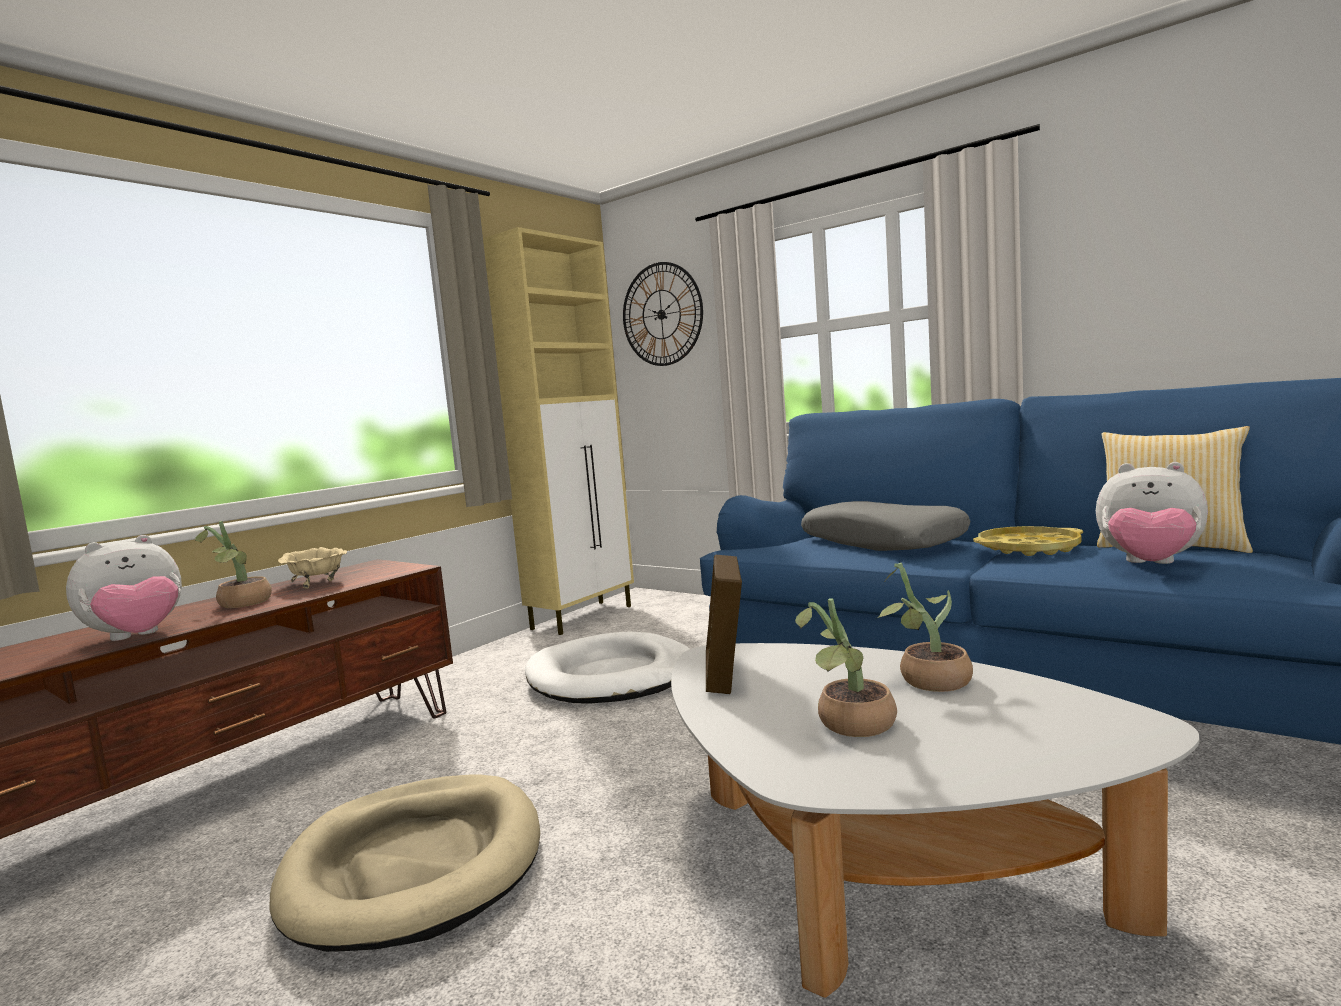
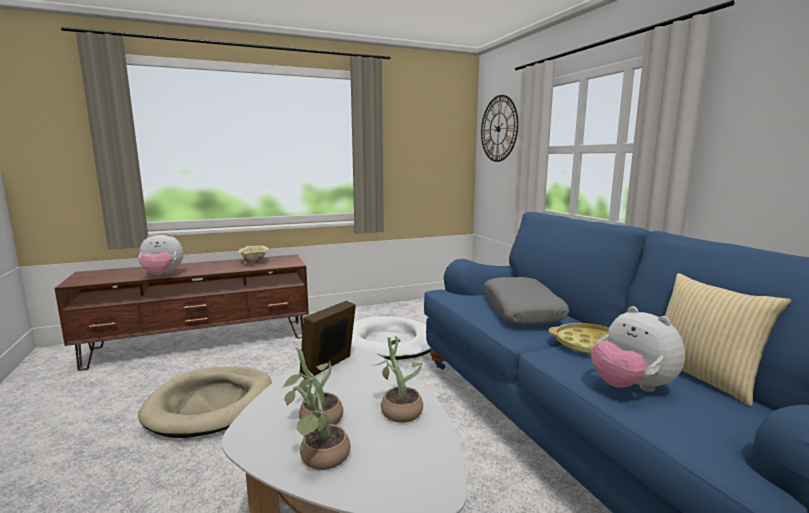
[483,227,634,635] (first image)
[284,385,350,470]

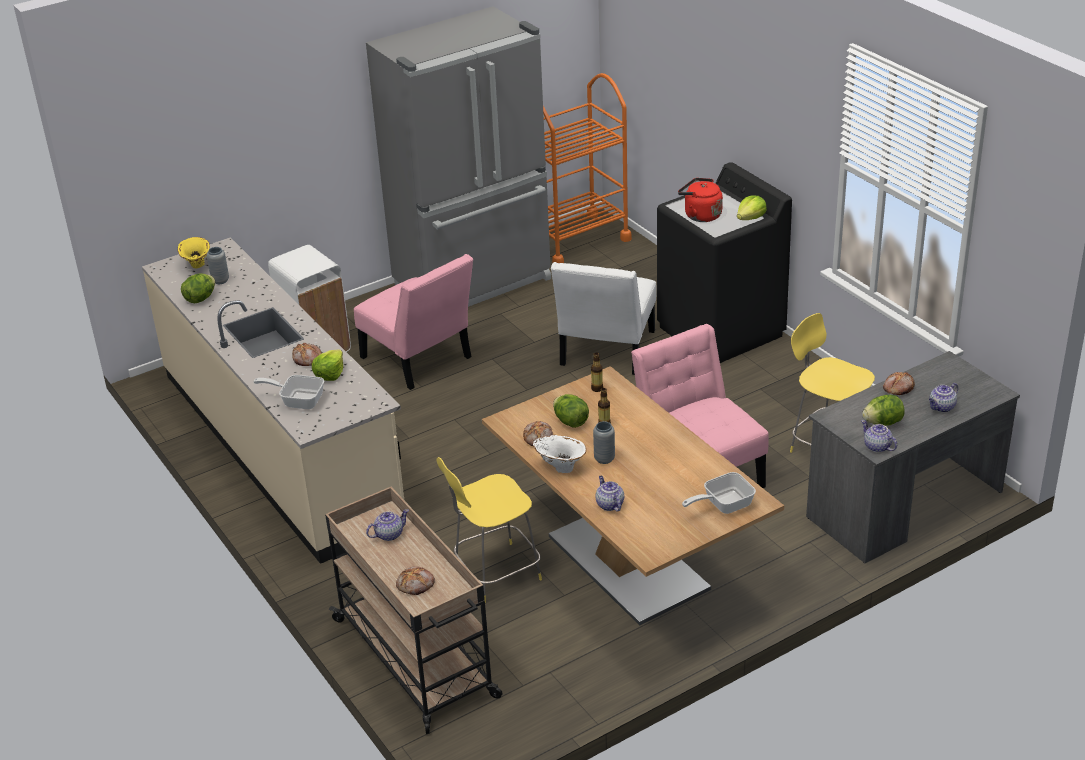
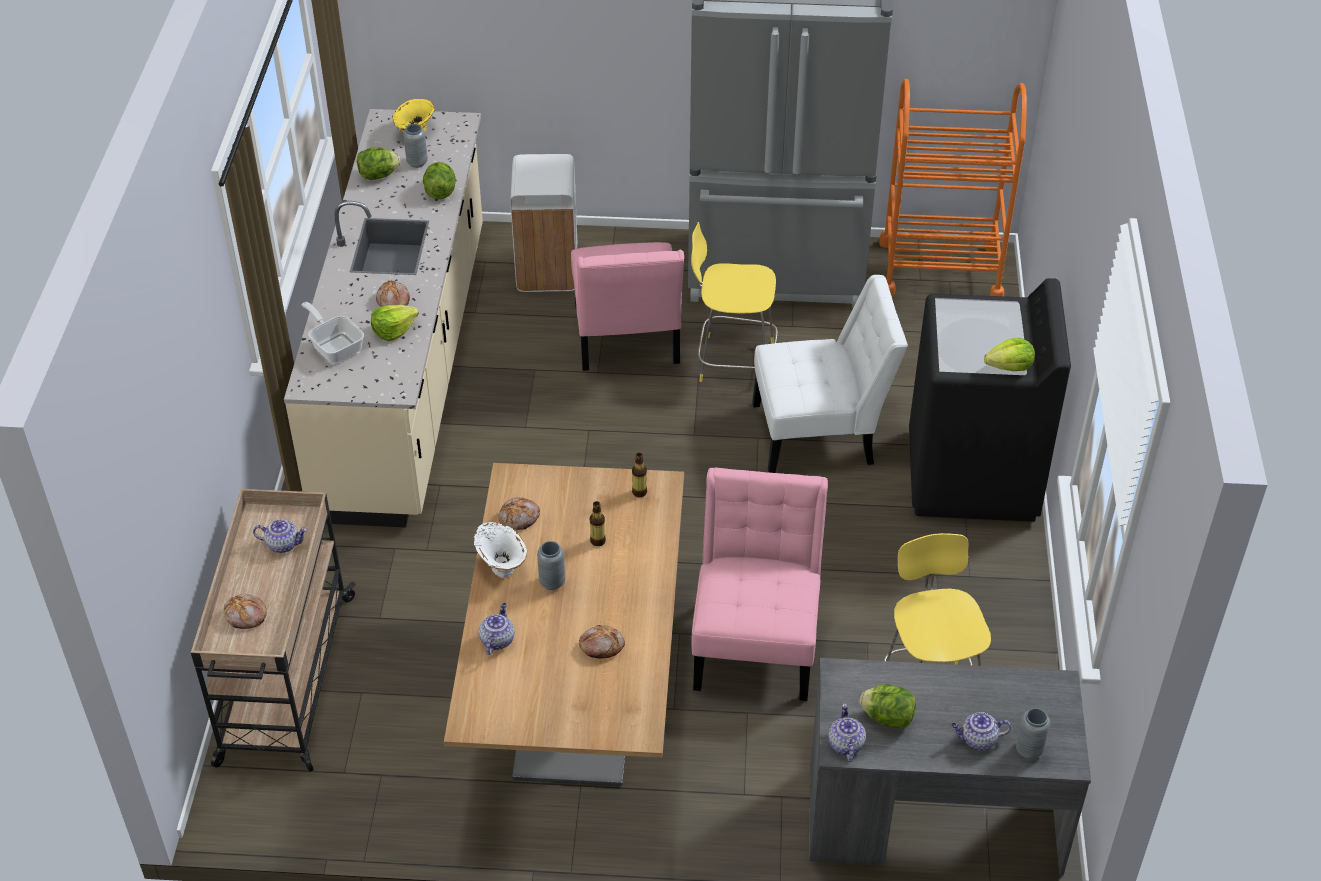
[678,178,723,222] (first image)
[682,472,756,514] (first image)
[1016,708,1050,759]
[691,222,778,382]
[423,162,455,199]
[579,625,625,659]
[752,275,908,473]

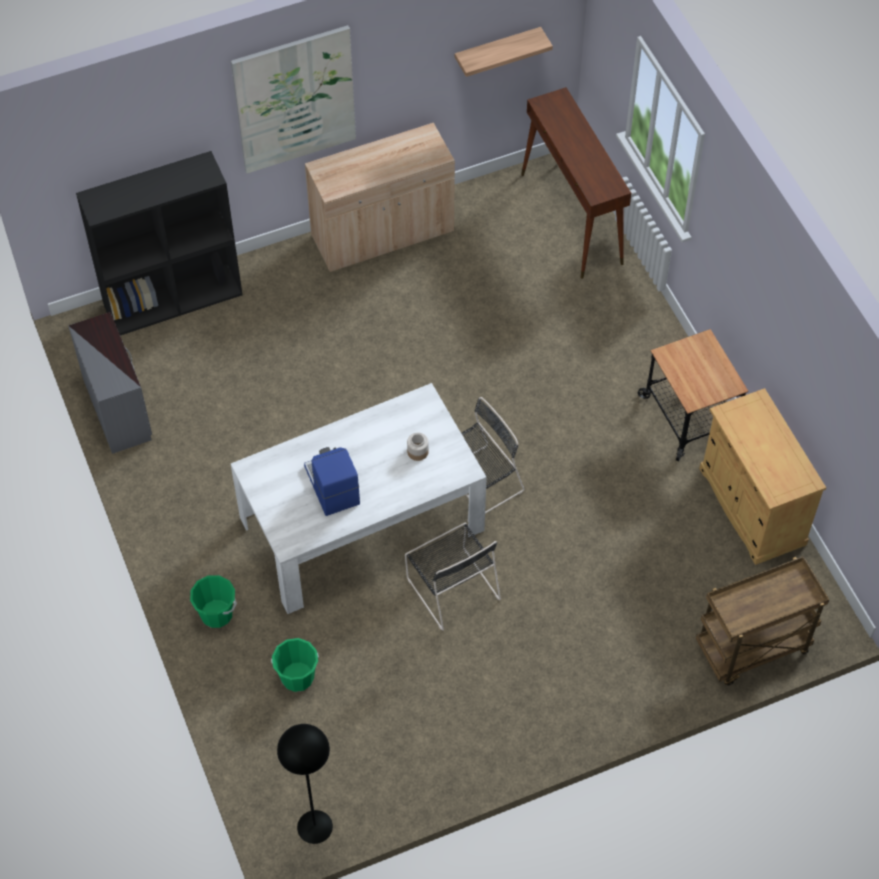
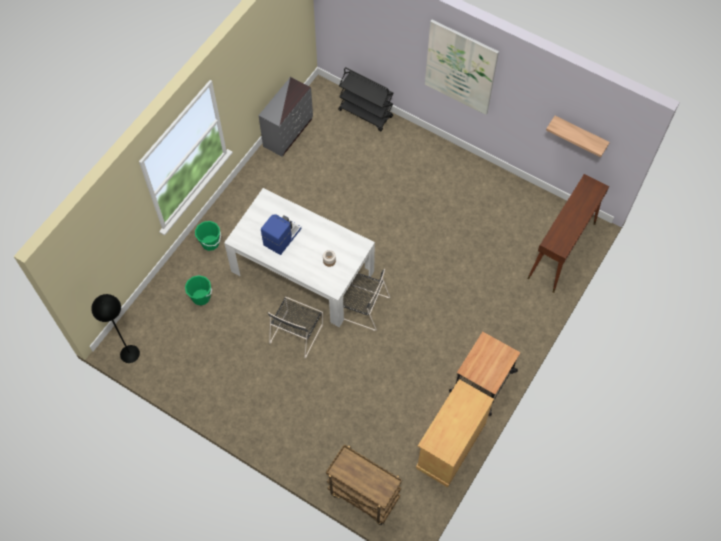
[305,123,455,272] (first image)
[338,67,393,132]

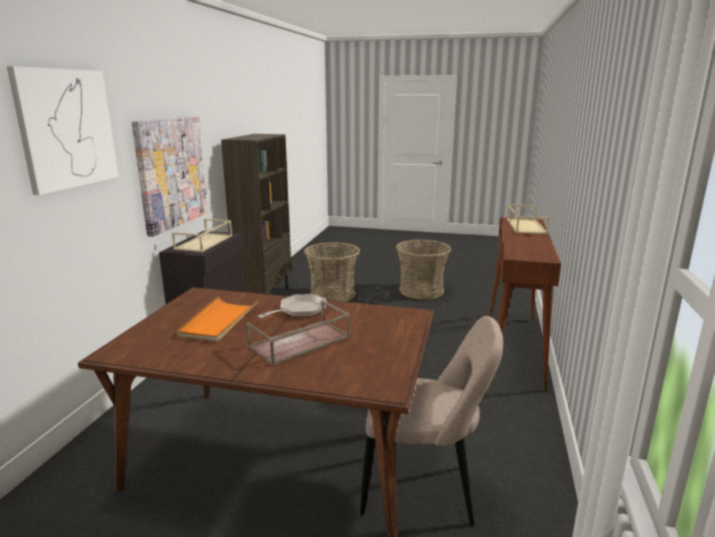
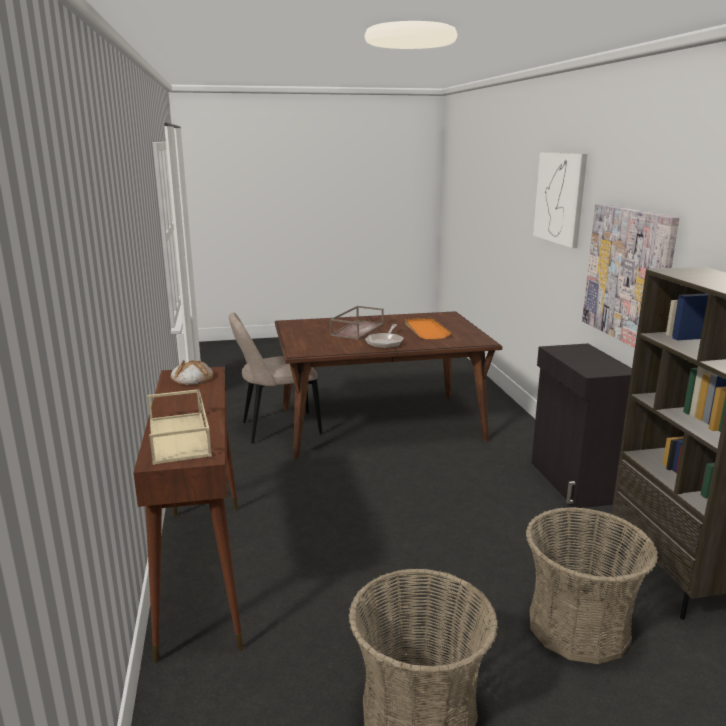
[172,219,232,252] (first image)
[170,360,214,385]

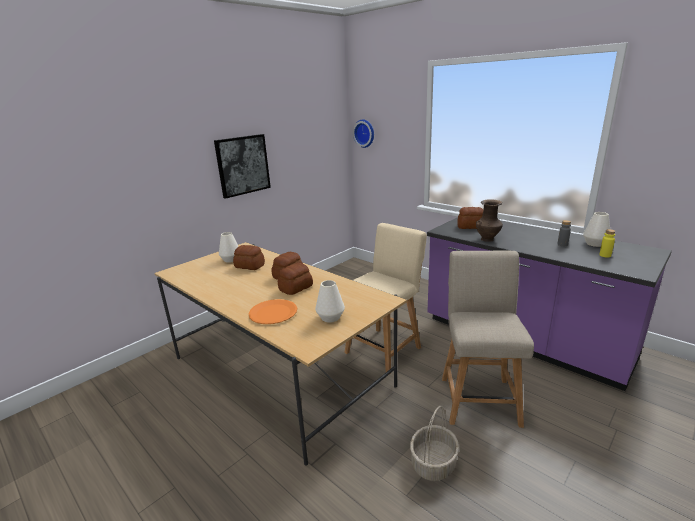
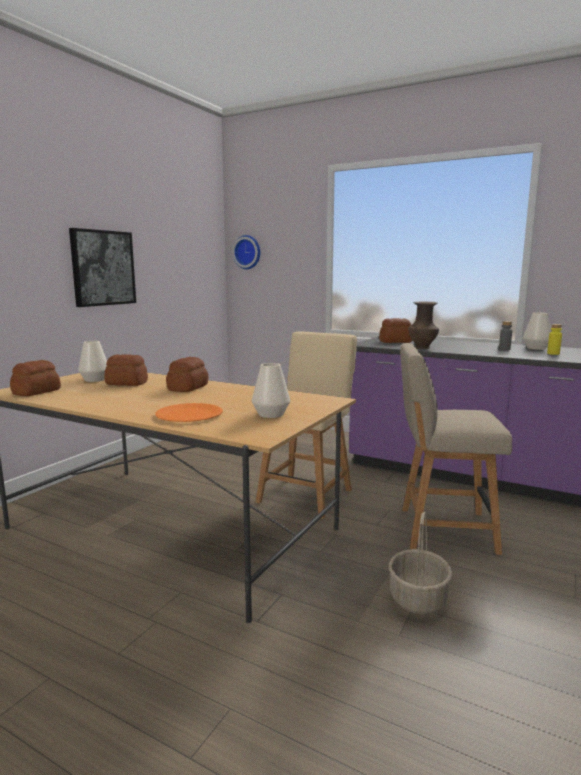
[10,360,61,396]
[400,343,512,555]

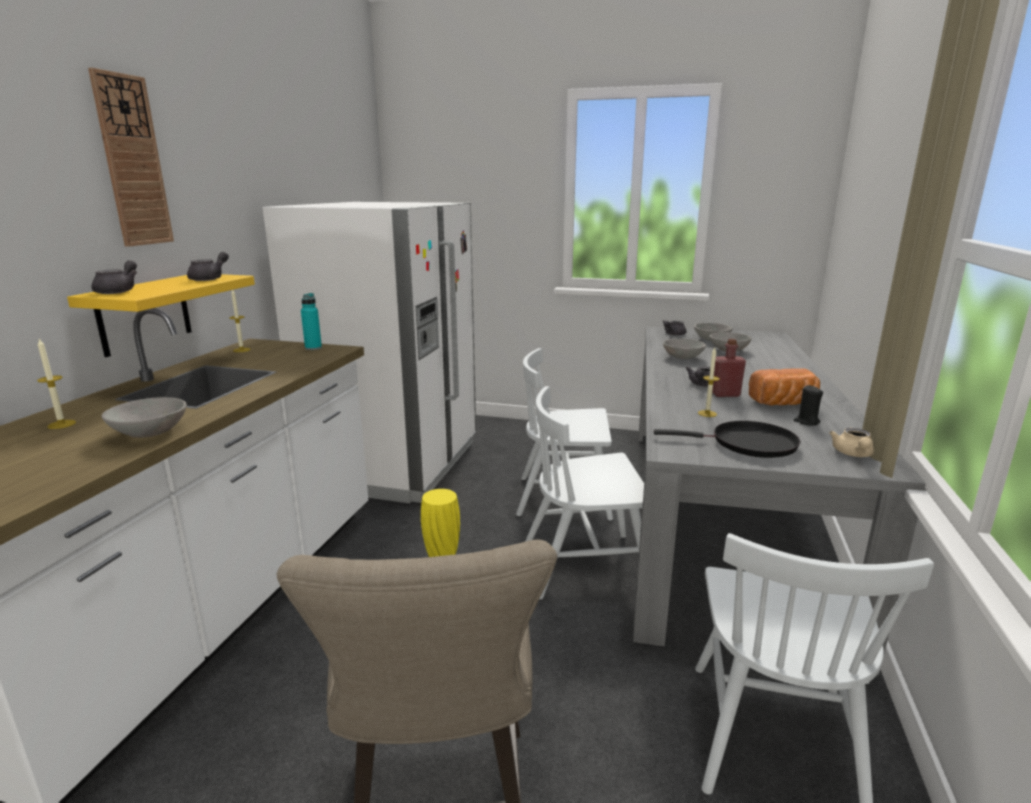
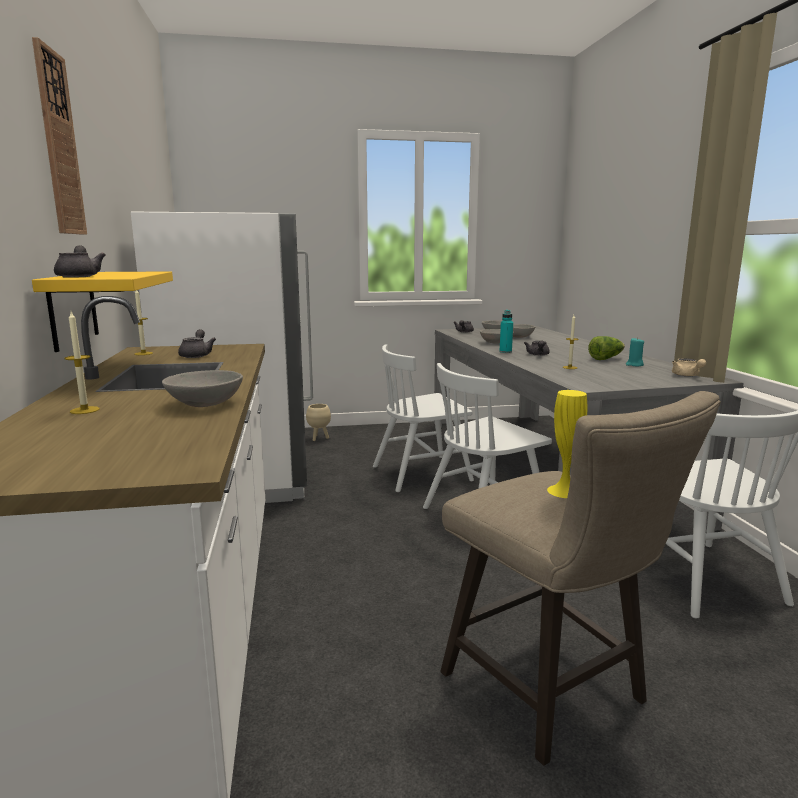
[654,421,800,458] (first image)
[712,339,746,397] (first image)
[306,404,331,441]
[178,329,216,358]
[499,310,513,353]
[588,336,625,360]
[626,337,644,366]

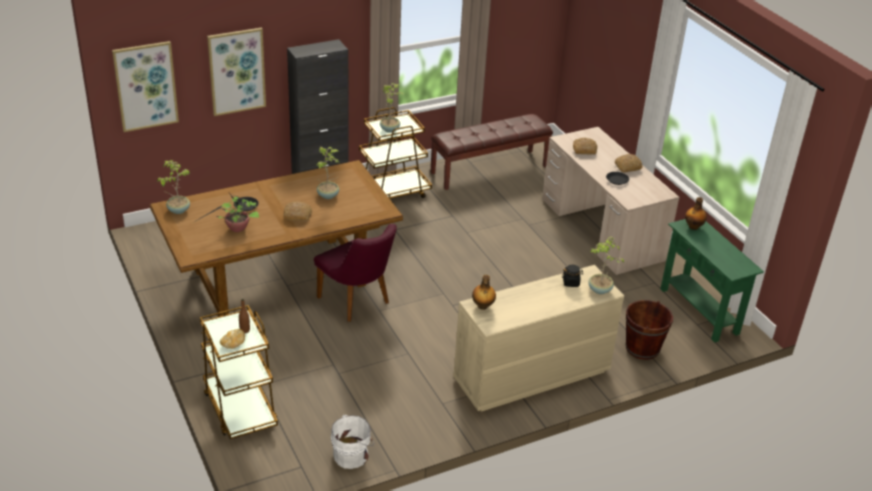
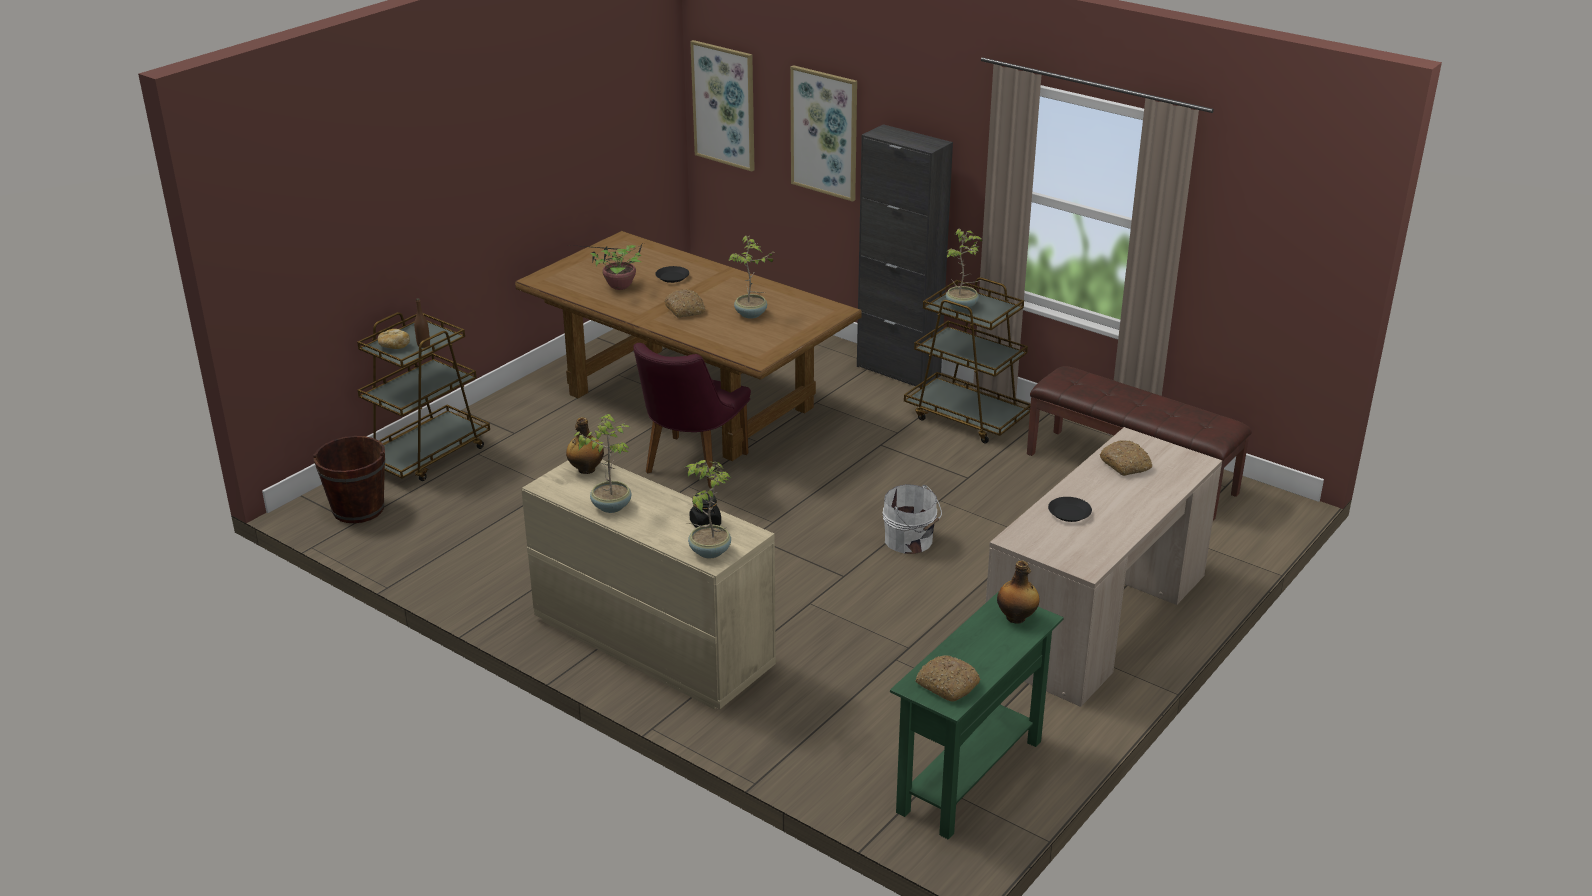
[574,414,632,513]
[883,484,942,554]
[916,655,981,702]
[313,436,385,523]

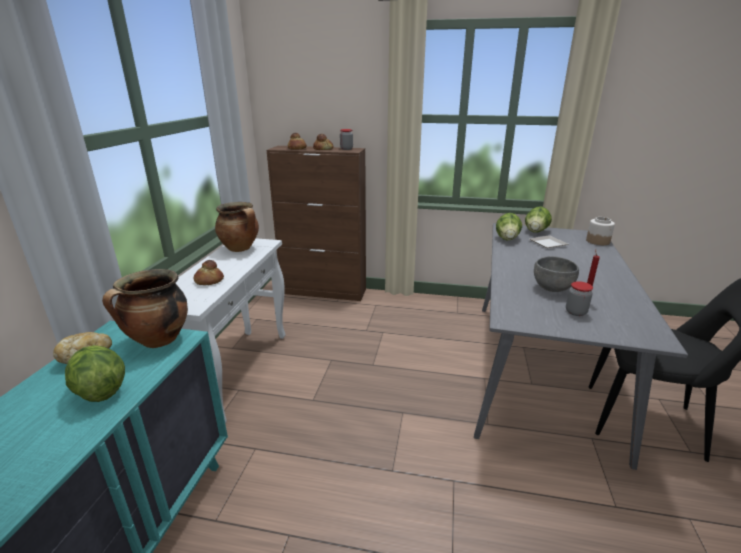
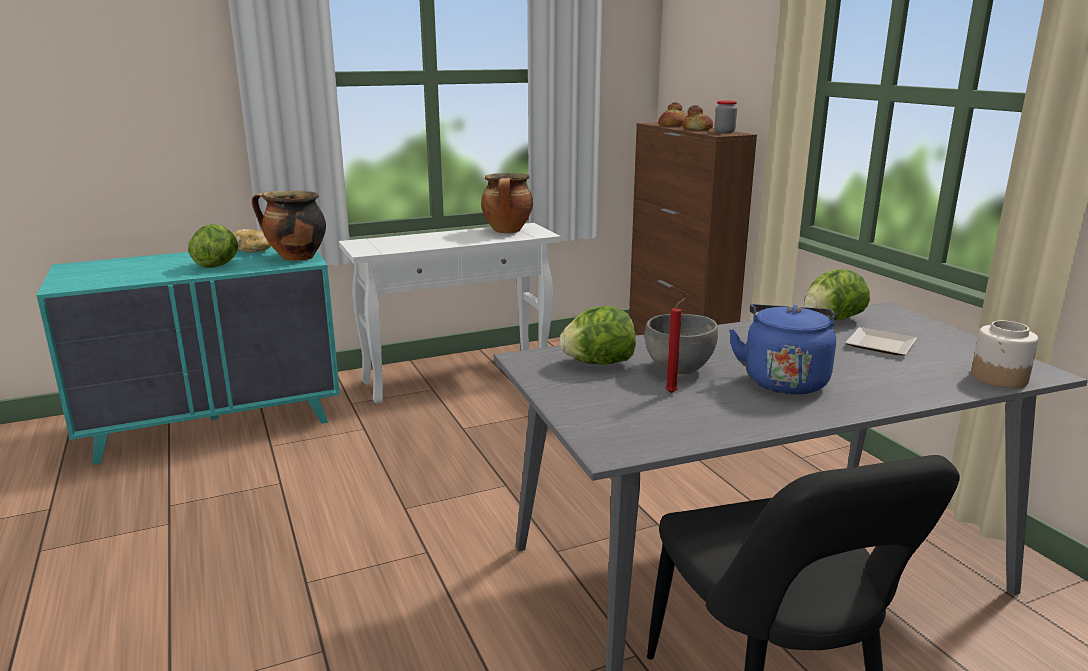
[193,260,224,285] (first image)
[566,281,593,316] (first image)
[729,304,836,394]
[560,306,636,365]

